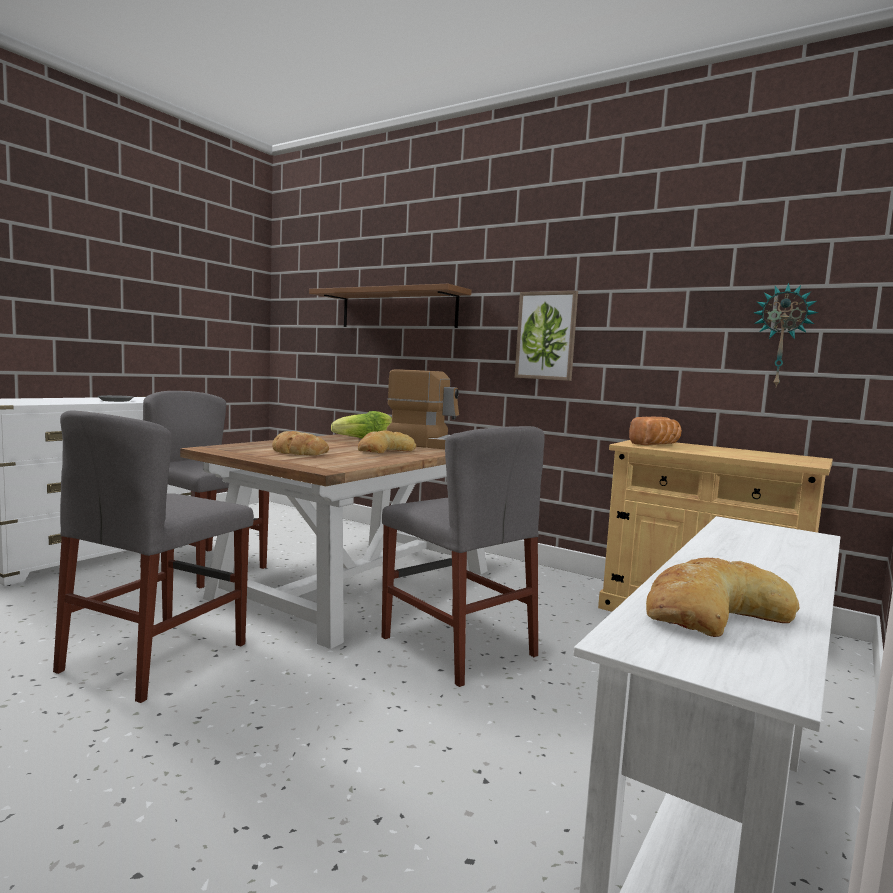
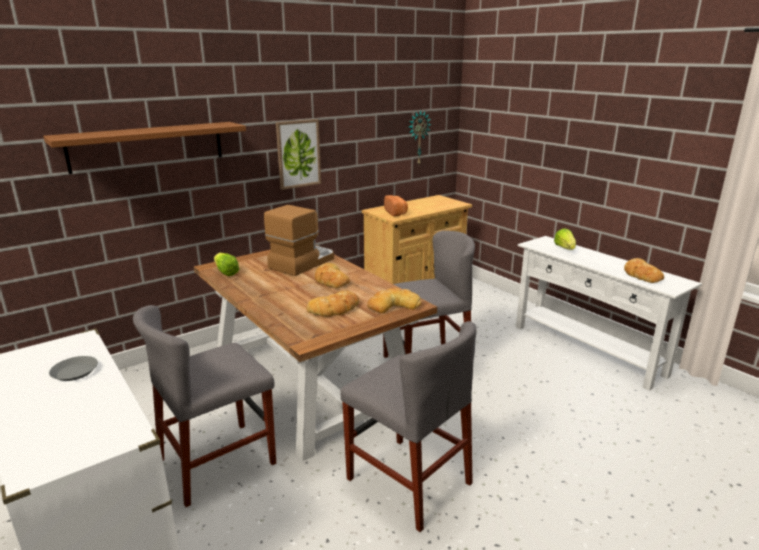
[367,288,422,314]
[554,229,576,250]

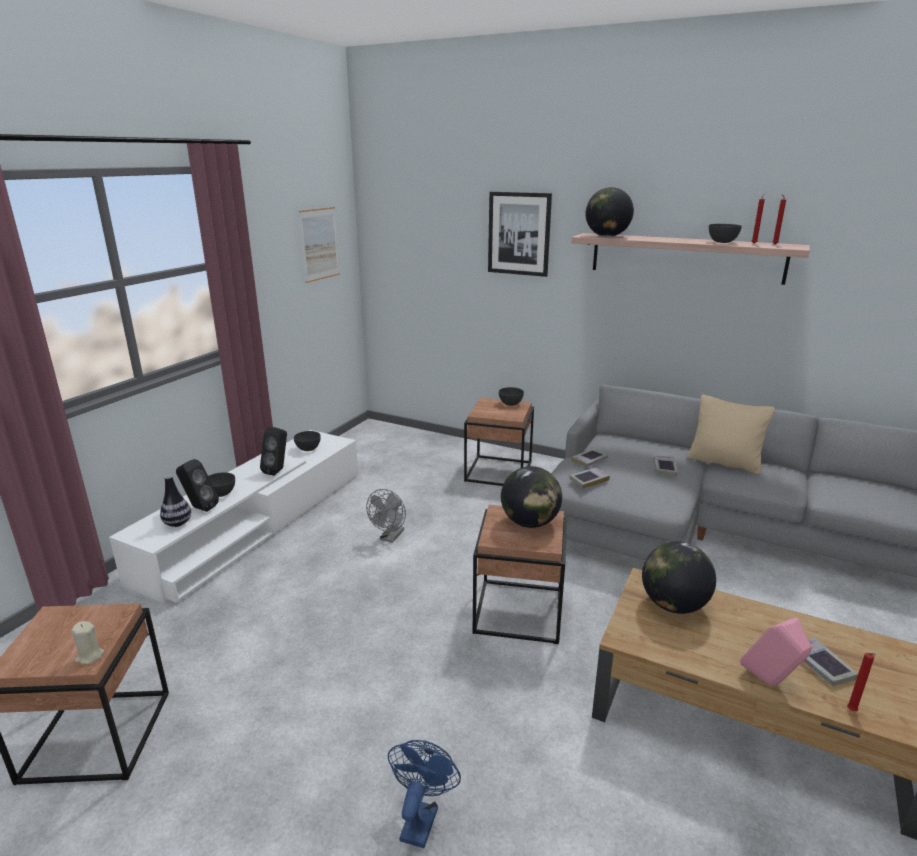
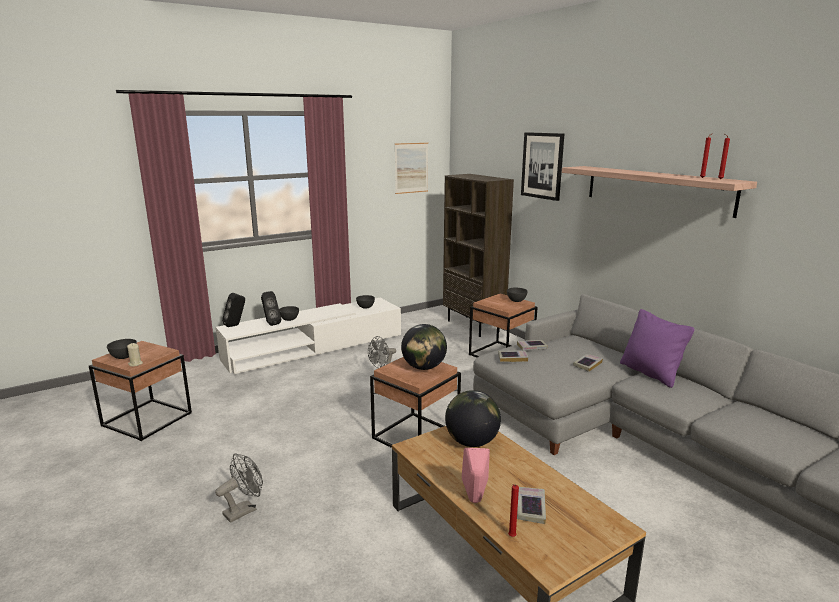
[160,475,191,527] (first image)
[586,187,634,237] (first image)
[443,174,514,337]
[222,293,245,327]
[107,339,137,359]
[215,453,263,523]
[620,309,695,388]

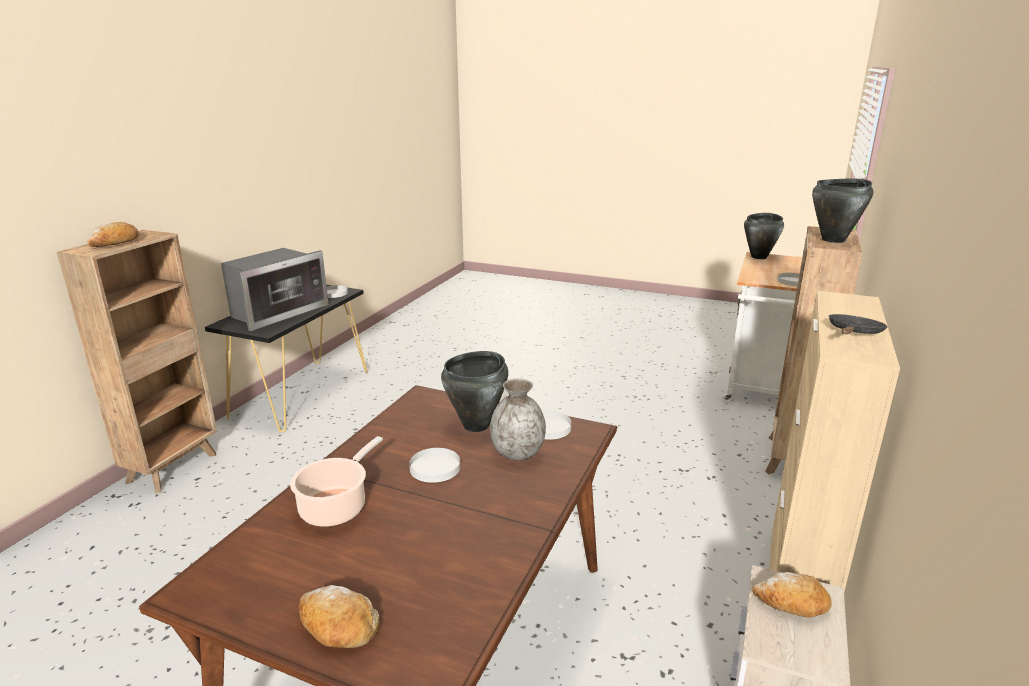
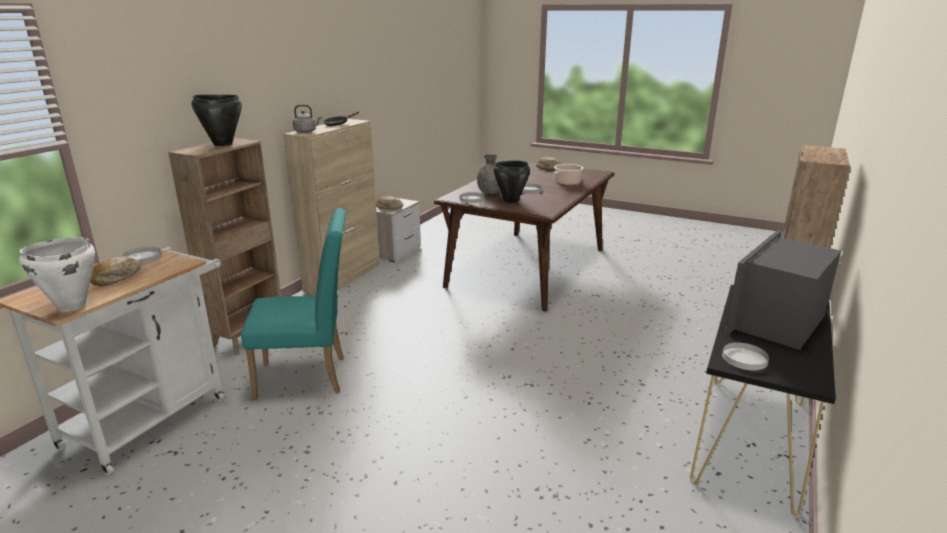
[241,208,346,400]
[293,105,321,133]
[90,256,142,286]
[19,237,96,311]

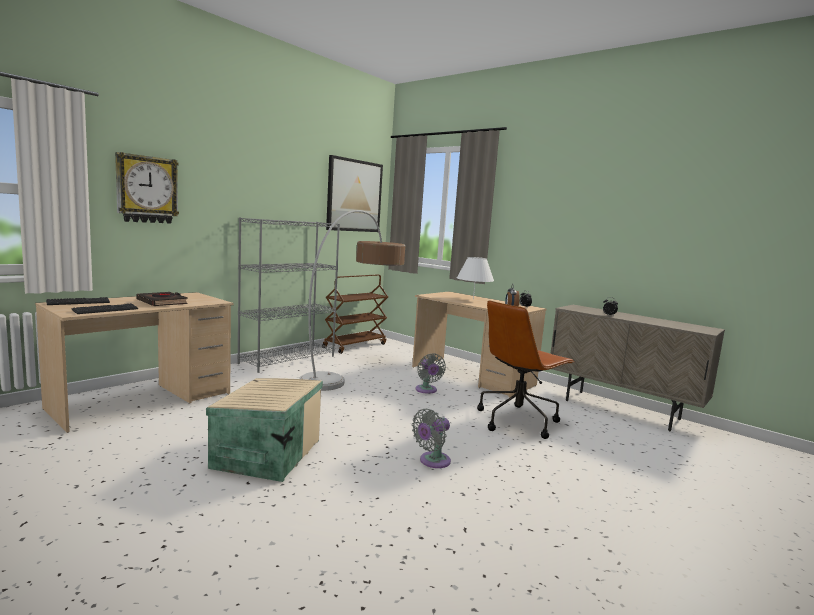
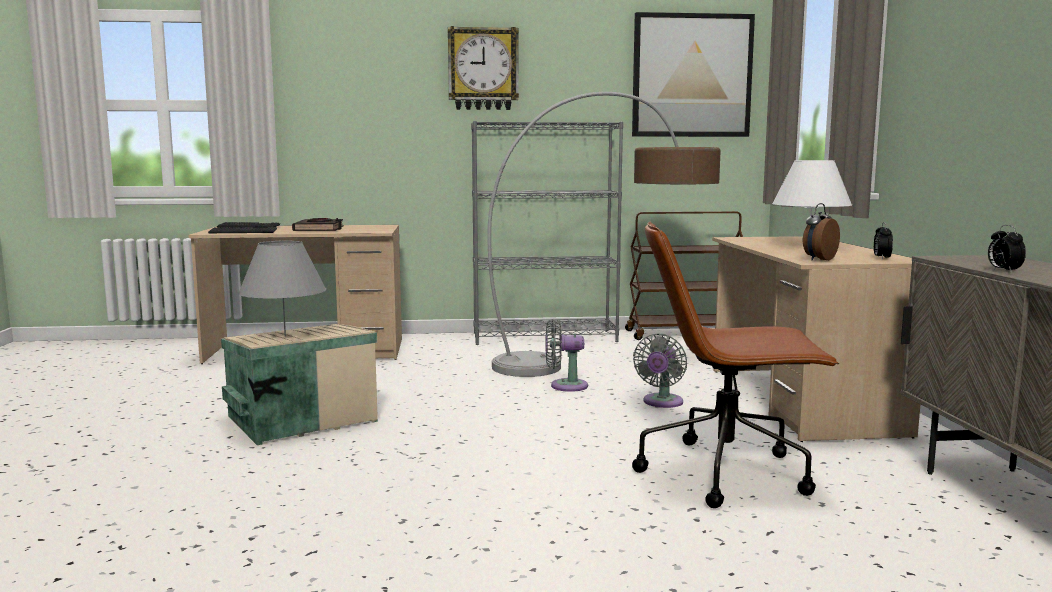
[238,241,326,336]
[448,26,519,110]
[546,319,588,392]

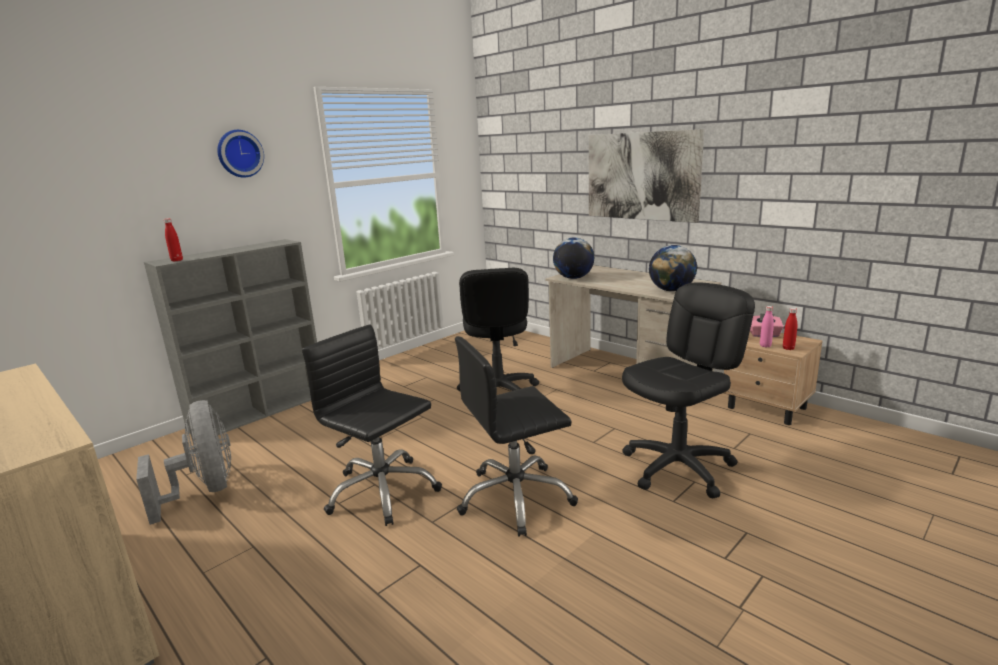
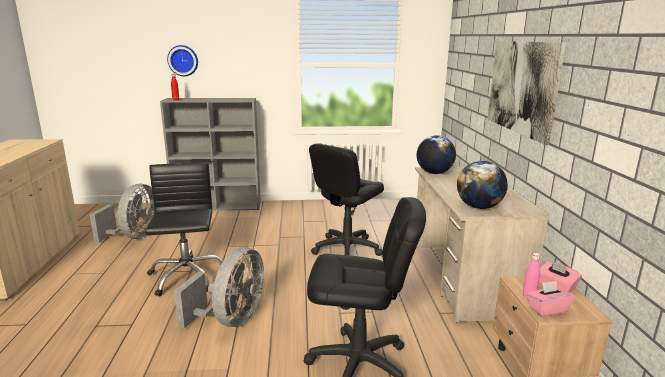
[167,45,198,76]
[174,247,264,329]
[527,281,575,317]

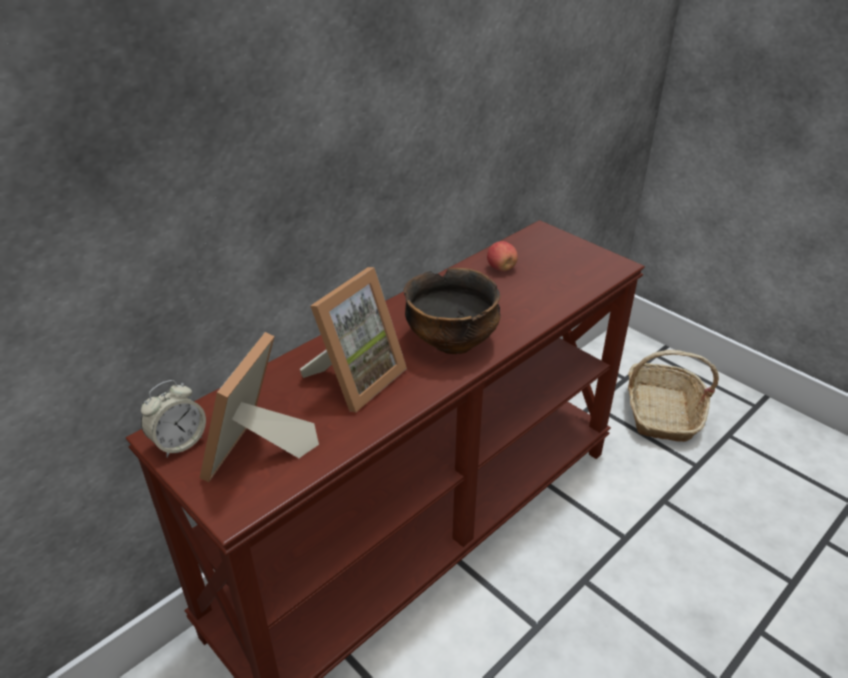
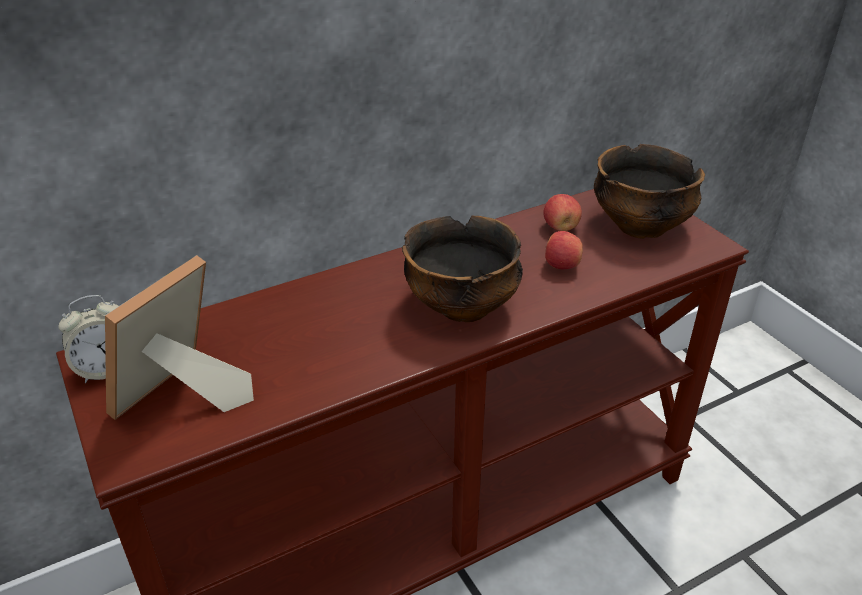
[300,267,407,412] (first image)
[628,350,719,442] (first image)
[545,231,583,269]
[594,144,705,239]

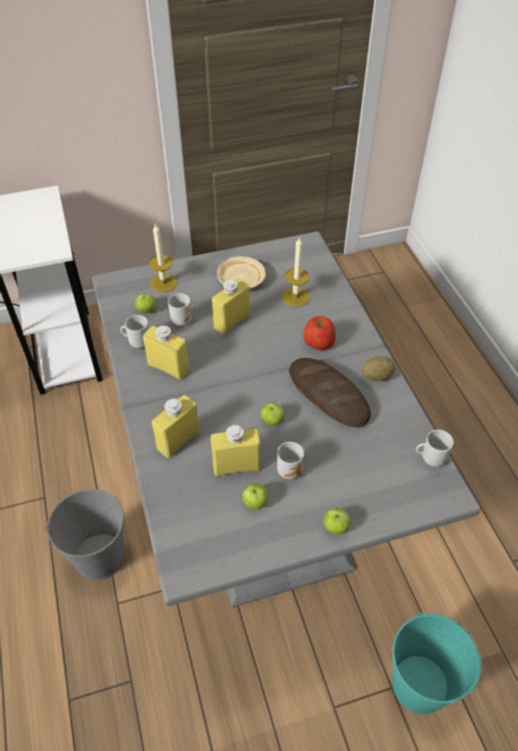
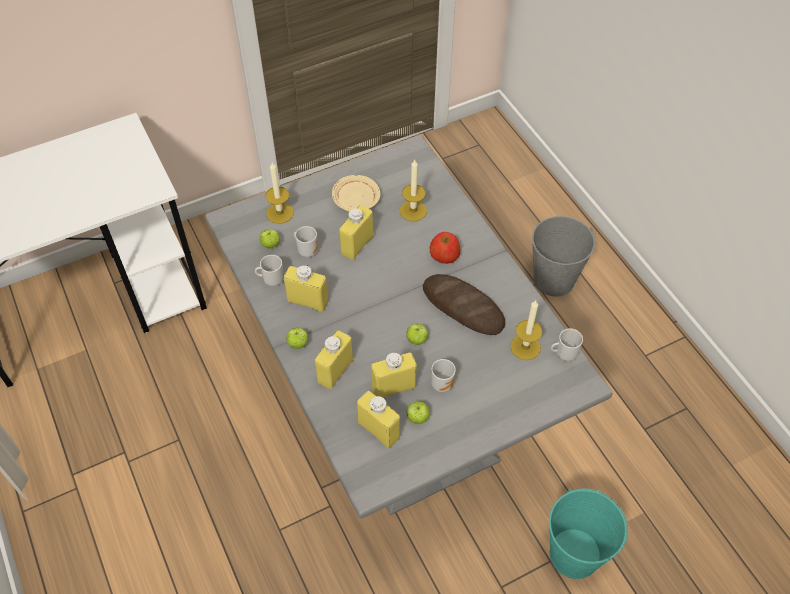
[362,356,395,381] (first image)
[357,391,400,448]
[510,300,542,360]
[532,216,596,297]
[286,327,308,349]

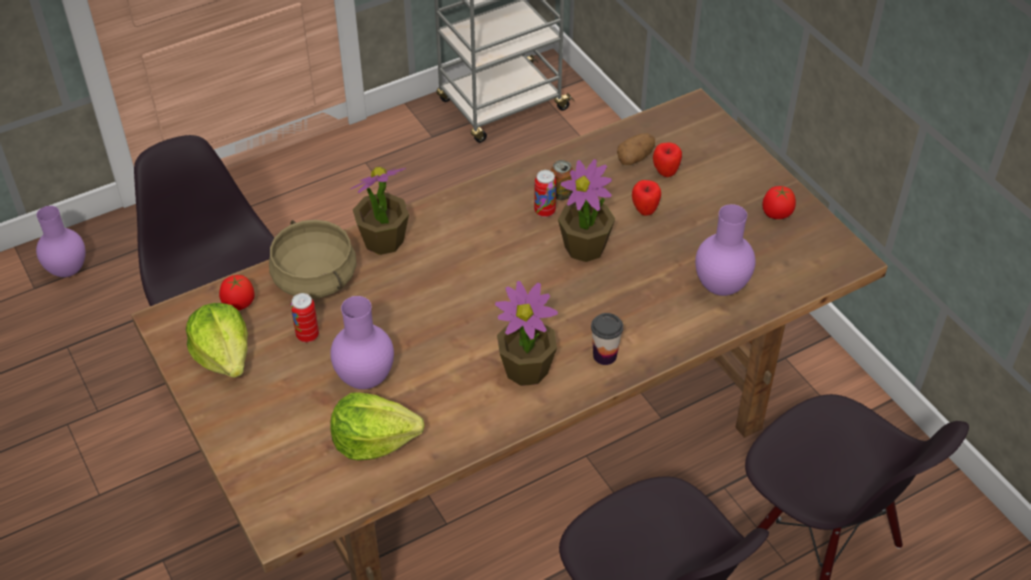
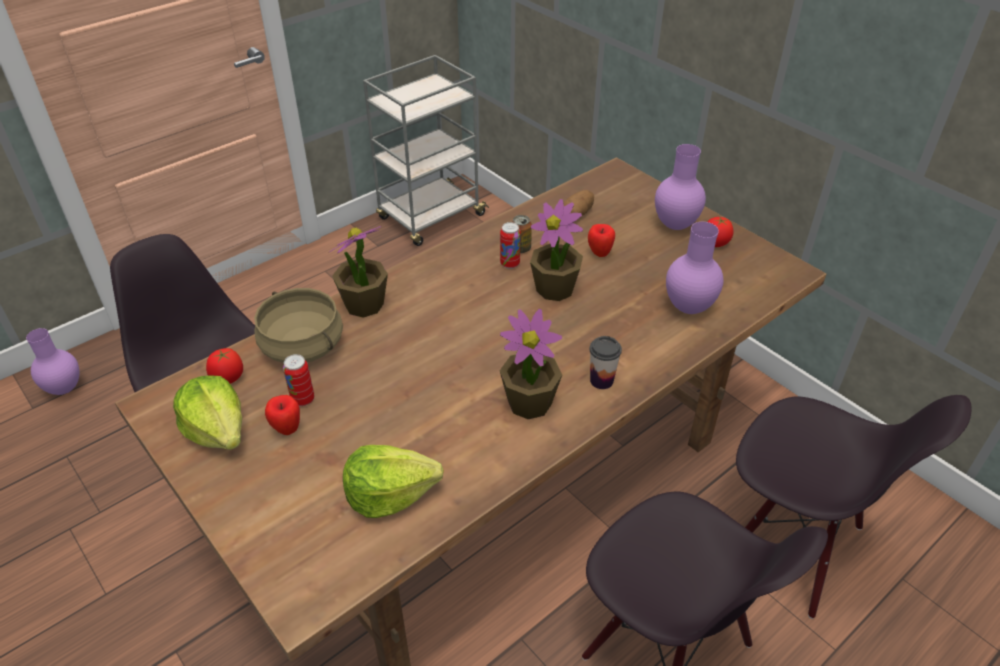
[655,144,706,230]
[265,395,300,435]

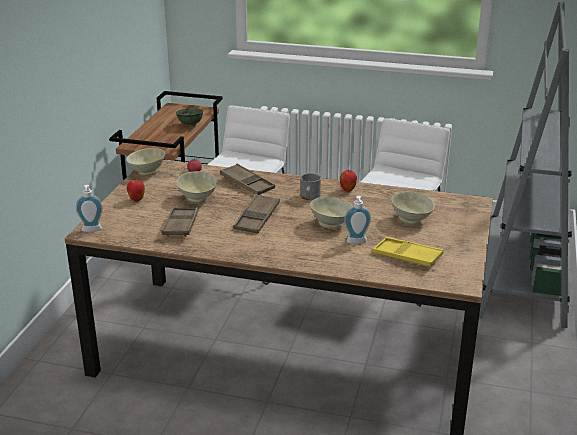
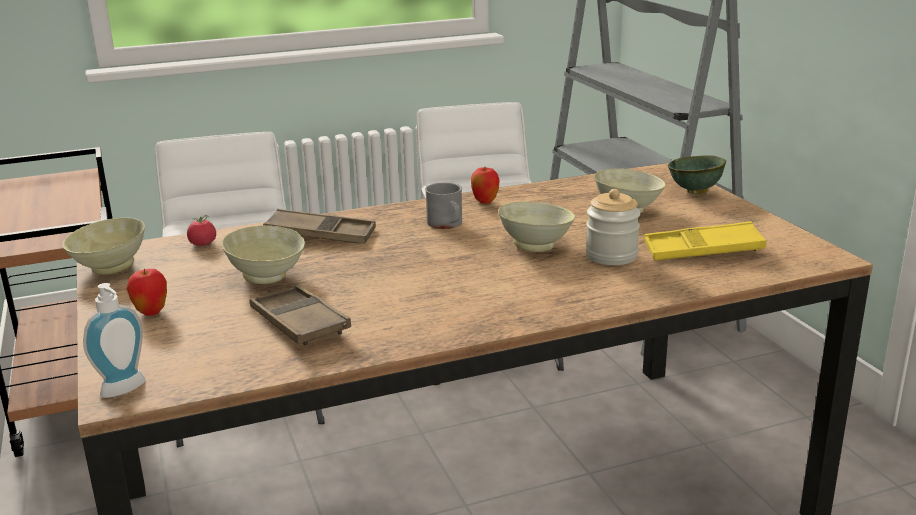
[233,194,280,234] (first image)
[667,155,726,194]
[586,189,641,265]

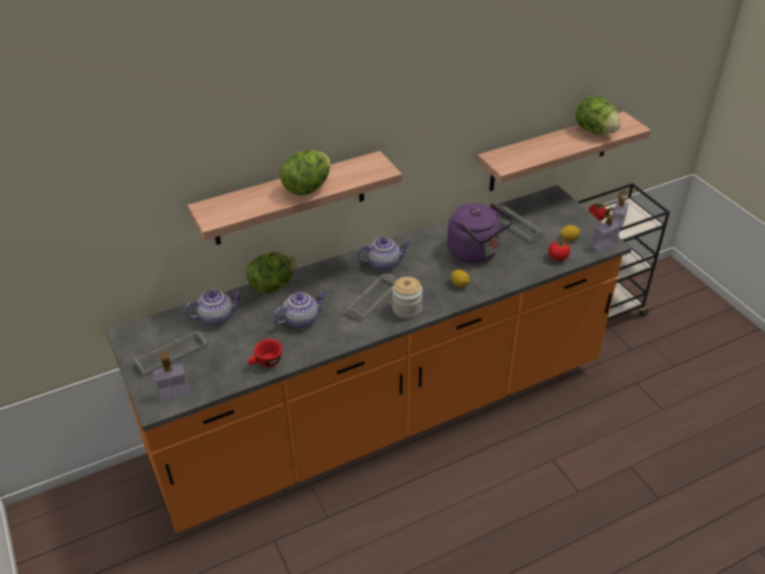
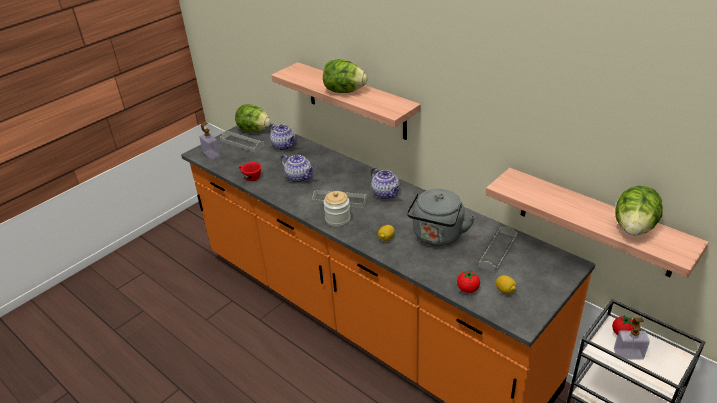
[592,207,621,253] (first image)
[235,104,271,132]
[407,189,475,246]

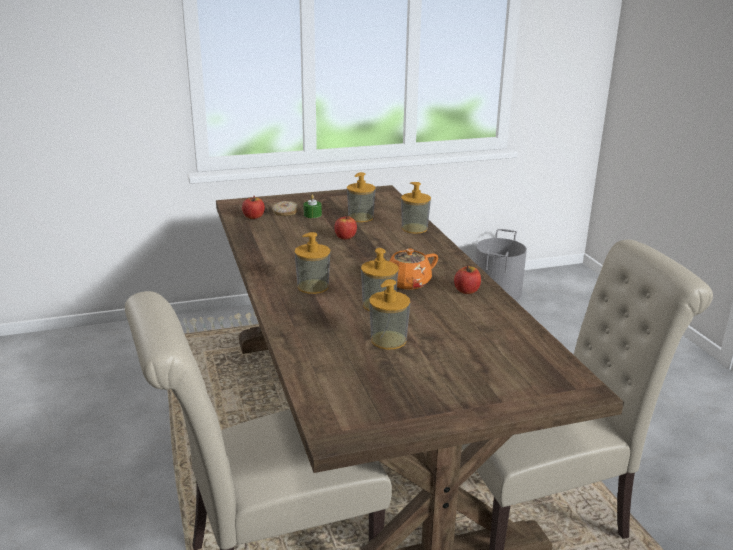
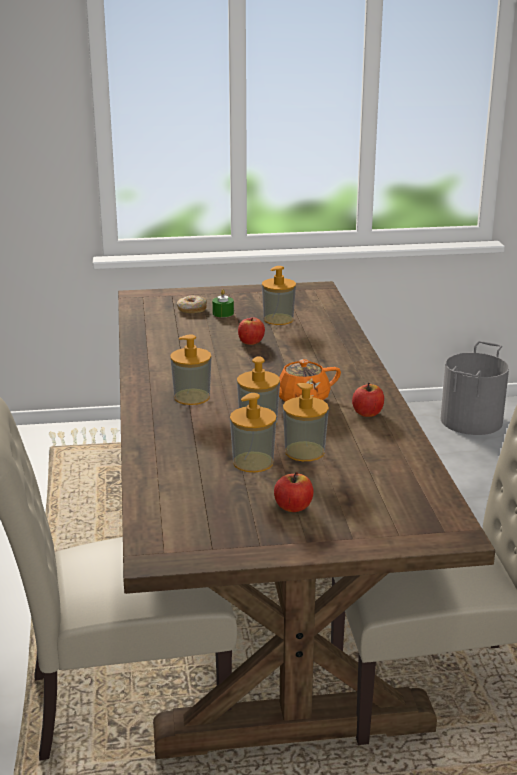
[274,472,314,512]
[283,383,329,461]

